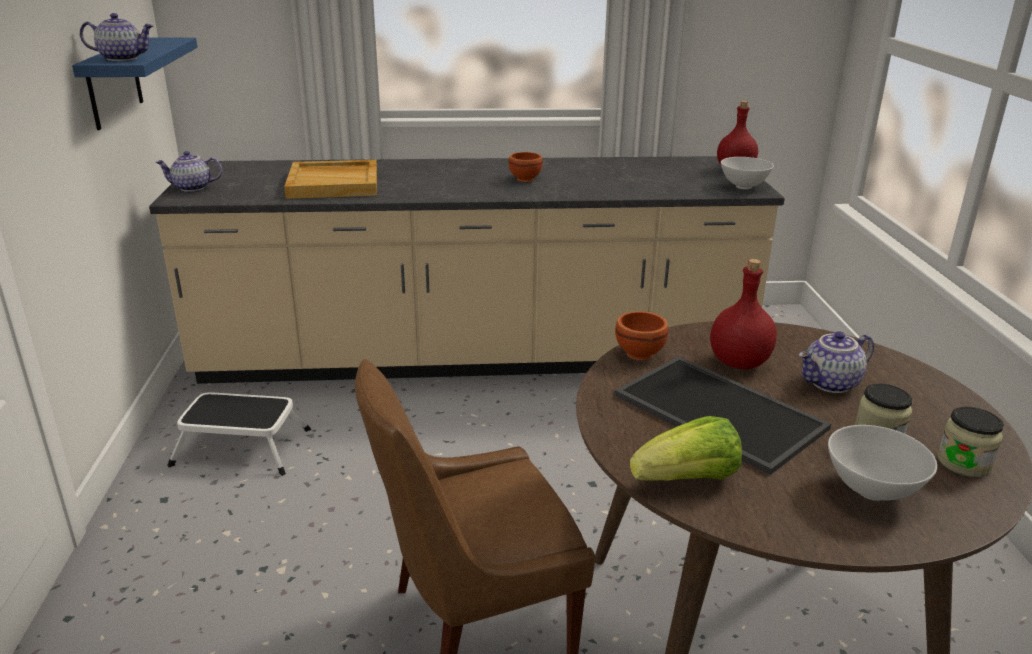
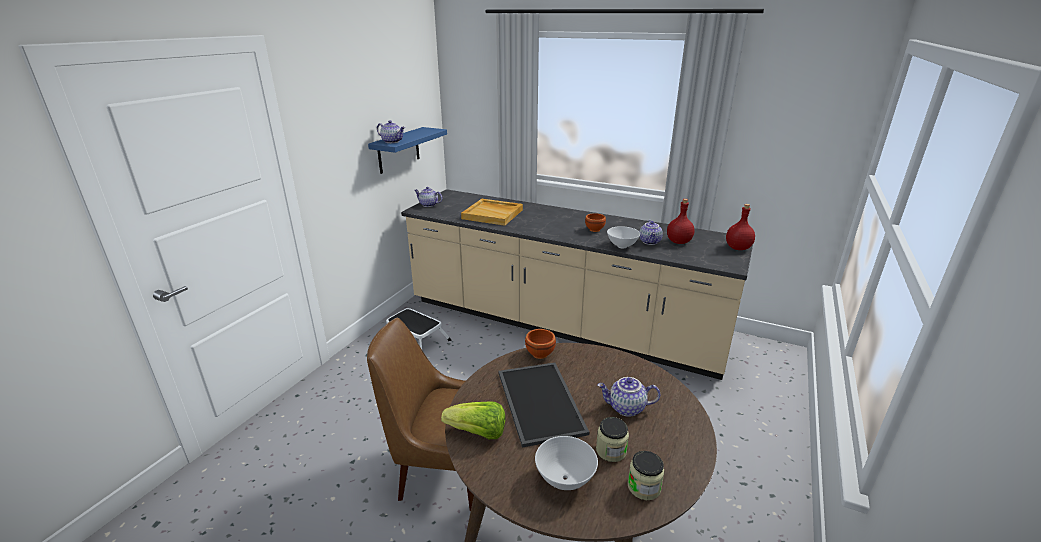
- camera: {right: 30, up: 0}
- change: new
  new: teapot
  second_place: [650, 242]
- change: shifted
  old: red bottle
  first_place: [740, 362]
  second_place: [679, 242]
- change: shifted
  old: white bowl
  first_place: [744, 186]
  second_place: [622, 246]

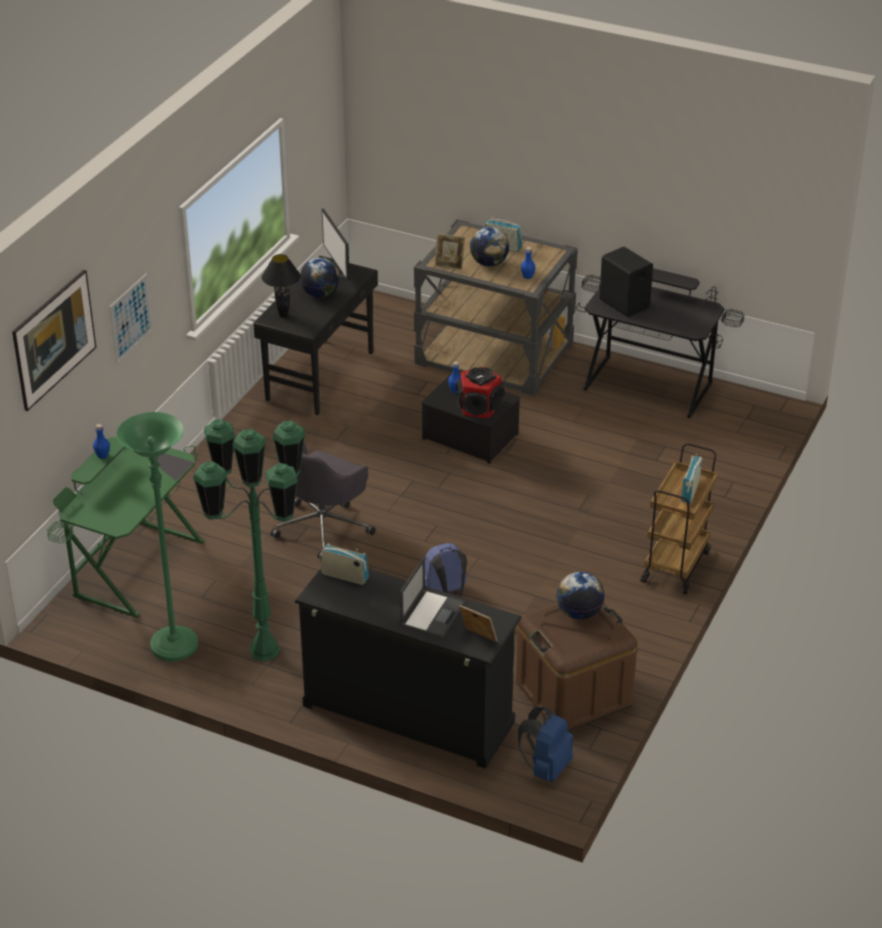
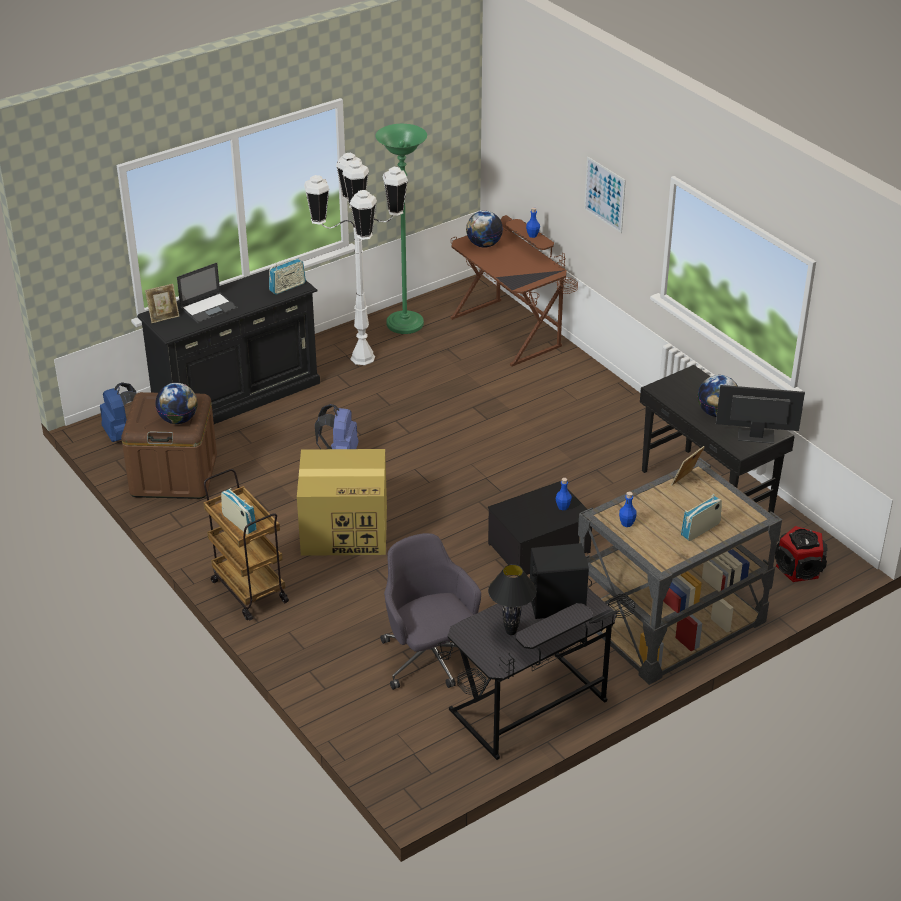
- camera: {right: 120, up: 0}
- change: gone
  old: picture
  first_place: [57, 358]
- change: new
  new: cardboard box
  second_place: [346, 530]
- change: shifted
  old: black table lamp
  first_place: [283, 315]
  second_place: [510, 632]
- change: shifted
  old: grey office chair
  first_place: [324, 527]
  second_place: [430, 659]
- change: shifted
  old: speaker
  first_place: [478, 407]
  second_place: [799, 568]
- change: shifted
  old: globe
  first_place: [489, 263]
  second_place: [484, 244]
- change: repainted
  old: green desk
  new: brown desk
  first_place: [135, 567]
  second_place: [508, 331]
- change: repainted
  old: green floor lamp
  new: white floor lamp
  first_place: [264, 650]
  second_place: [363, 358]
- change: rotated
  old: laptop
  first_place: [432, 614]
  second_place: [209, 308]
  degrees: -90

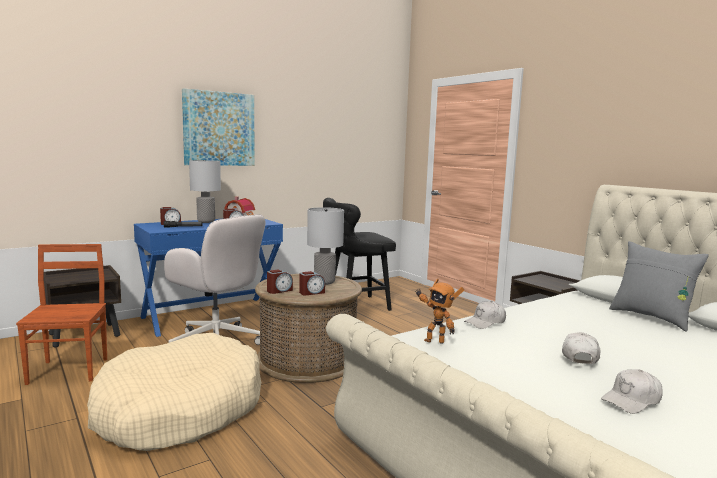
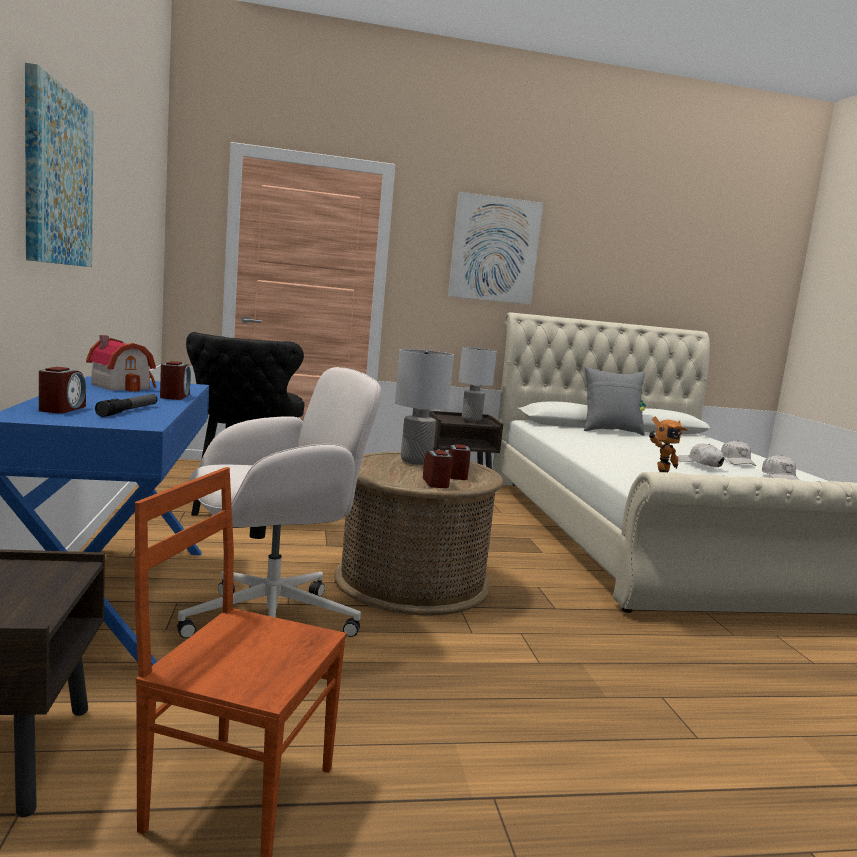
- camera: {right: -65, up: 0}
- change: gone
  old: beige dog bed
  first_place: [180, 409]
- change: new
  new: picture
  second_place: [495, 249]
- change: shifted
  old: grey table lamp
  first_place: [206, 222]
  second_place: [471, 421]
- change: shifted
  old: white cap
  first_place: [485, 322]
  second_place: [737, 461]

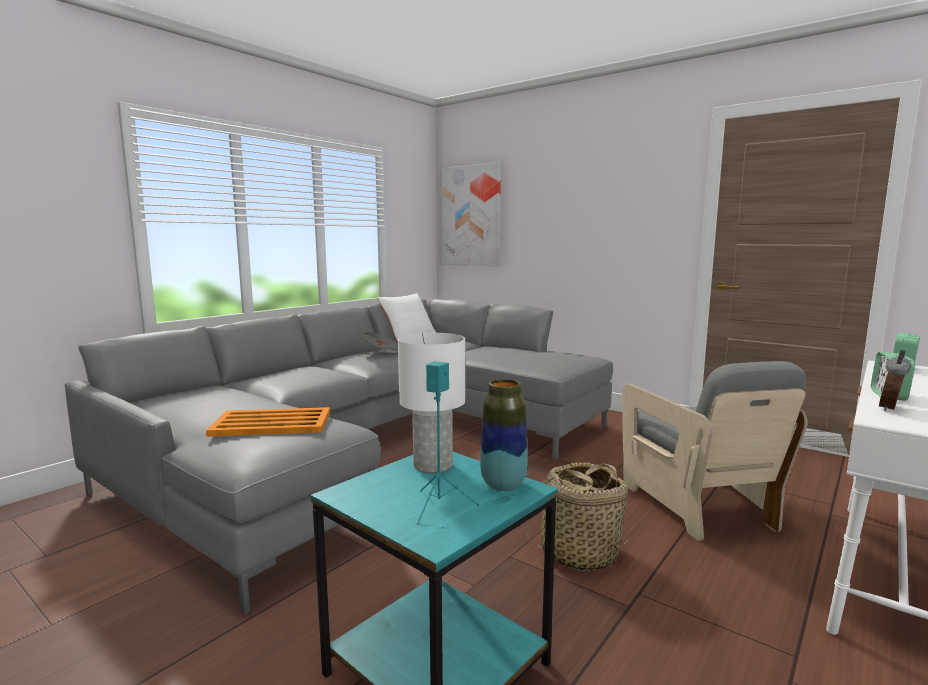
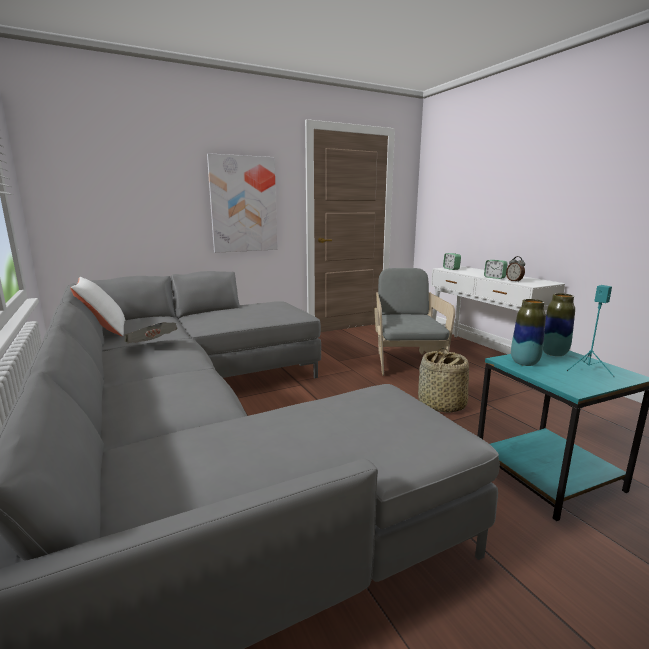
- camera: {right: -65, up: 5}
- change: gone
  old: orange tray
  first_place: [273, 423]
- change: shifted
  old: picture
  first_place: [471, 216]
  second_place: [243, 204]
- change: swapped
  old: white table lamp
  new: vase
  first_place: [434, 465]
  second_place: [524, 363]
- change: rotated
  old: grey armchair
  first_place: [698, 505]
  second_place: [406, 363]
  degrees: -105

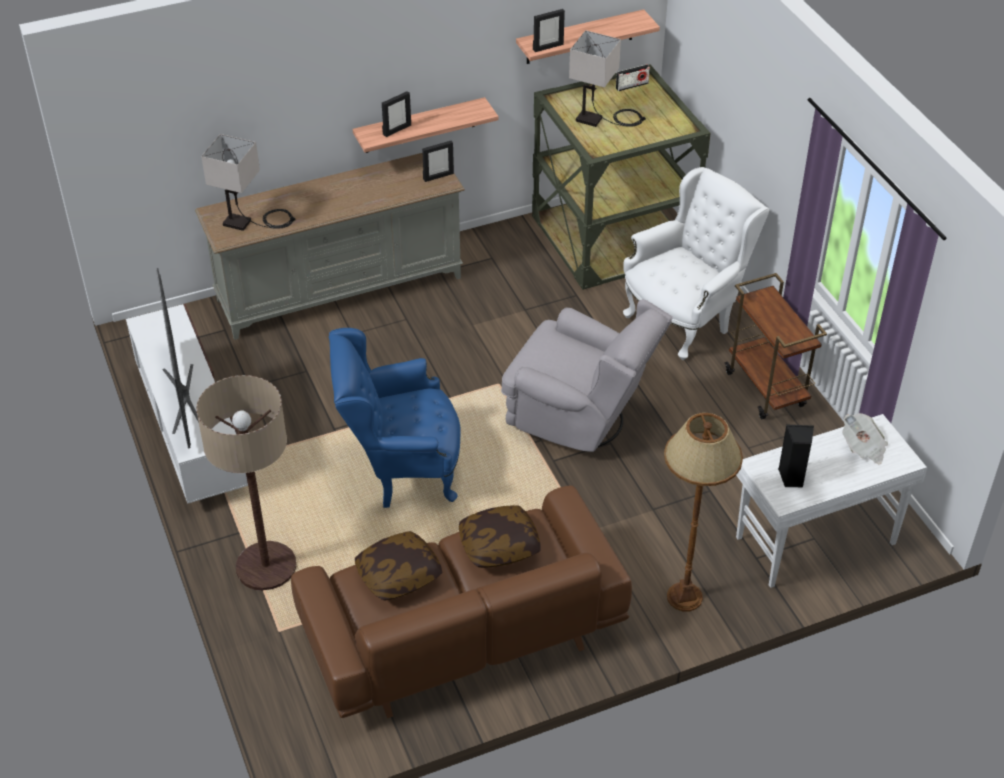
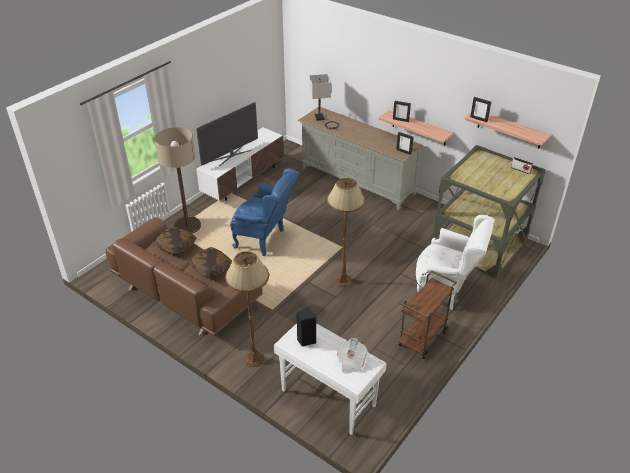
- camera: {right: 60, up: -5}
- change: gone
  old: table lamp
  first_place: [606, 120]
- change: swapped
  old: grey armchair
  new: brown floor lamp
  first_place: [581, 418]
  second_place: [342, 281]
- change: rotated
  old: blue armchair
  first_place: [402, 472]
  second_place: [264, 240]
  degrees: 150

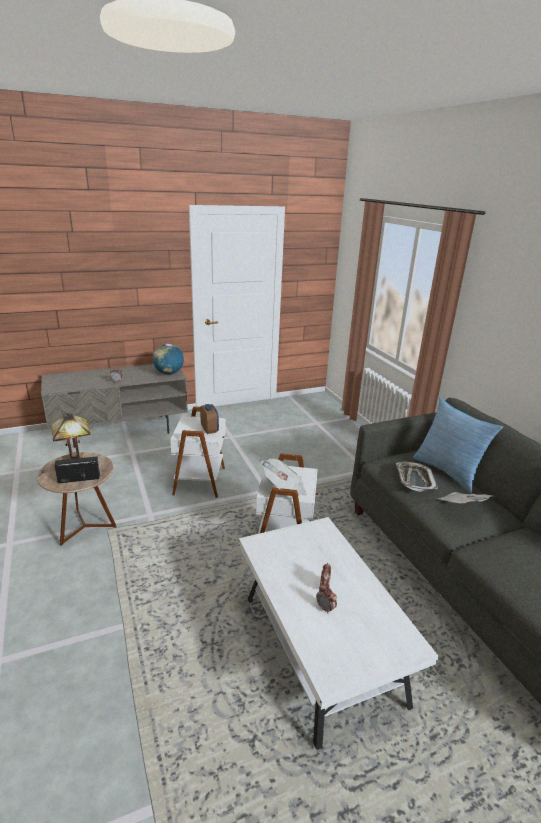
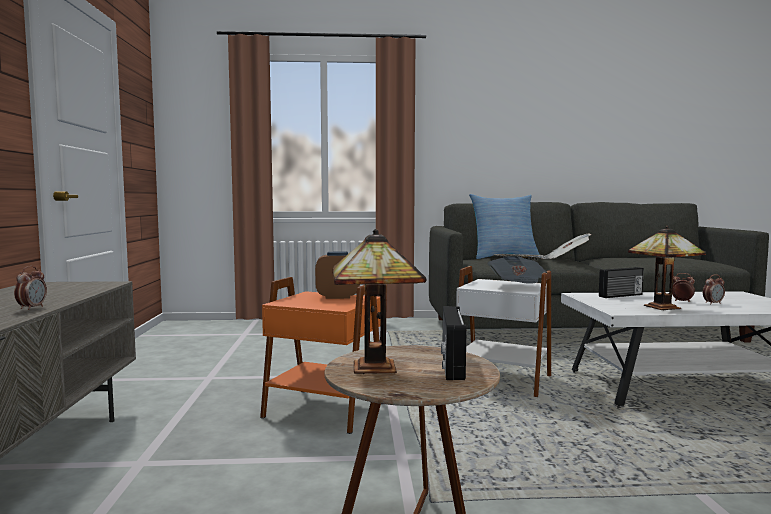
- camera: {right: -70, up: -20}
- change: gone
  old: globe
  first_place: [169, 373]
- change: new
  new: radio
  second_place: [621, 295]
- change: new
  new: table lamp
  second_place: [665, 308]
- change: repainted
  old: white side table
  new: orange side table
  first_place: [201, 481]
  second_place: [325, 409]

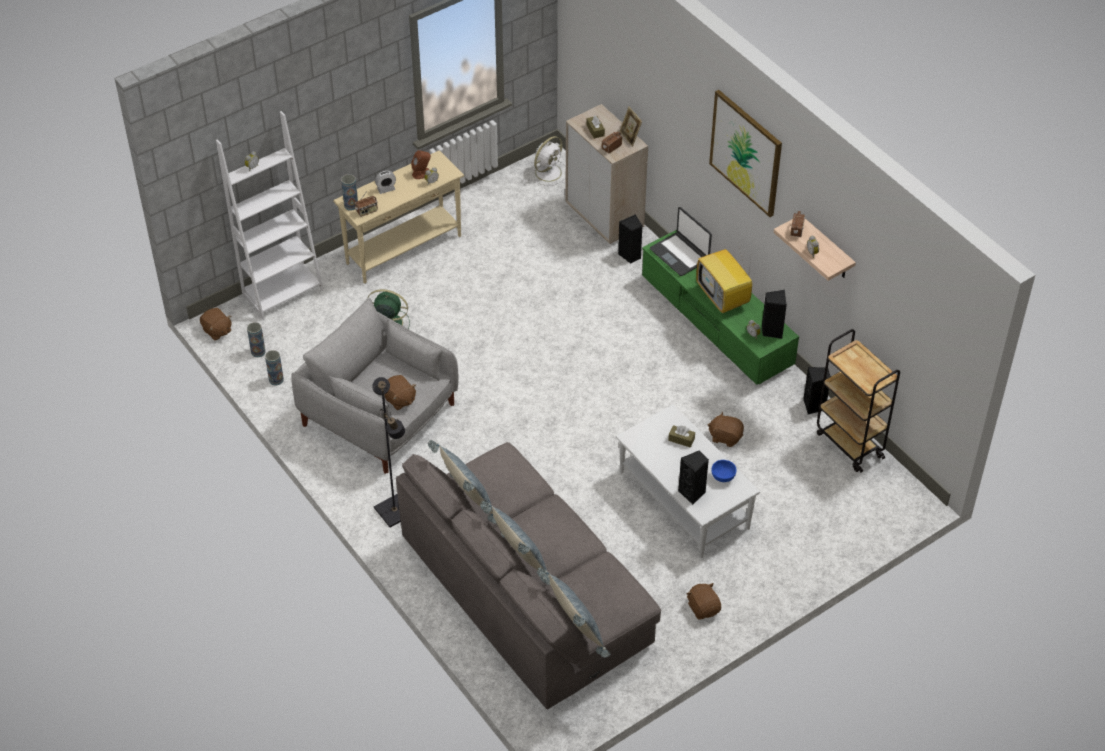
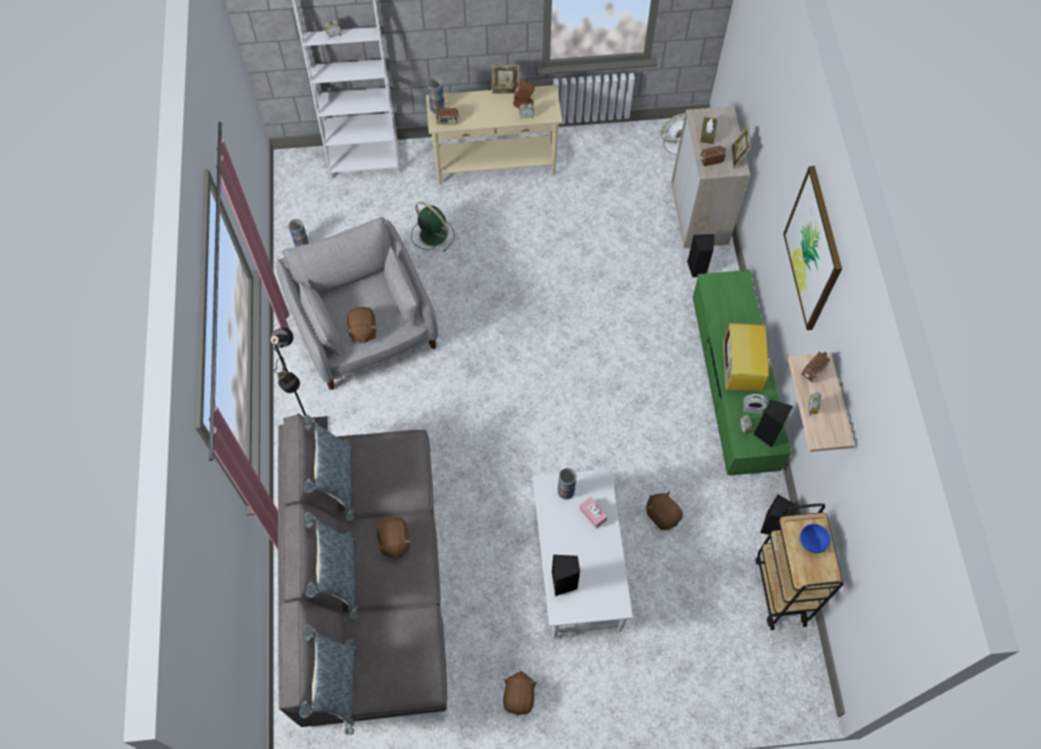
- camera: {right: 30, up: 15}
- change: gone
  old: laptop
  first_place: [680, 254]
- change: new
  new: picture frame
  second_place: [505, 89]
- change: shifted
  old: brown plush toy
  first_place: [217, 331]
  second_place: [394, 541]
- change: shifted
  old: vase
  first_place: [258, 352]
  second_place: [566, 491]
- change: shifted
  old: alarm clock
  first_place: [386, 189]
  second_place: [752, 408]
- change: shifted
  old: blue bowl
  first_place: [722, 477]
  second_place: [811, 542]
- change: repainted
  old: brown tissue box
  new: pink tissue box
  first_place: [681, 439]
  second_place: [593, 514]

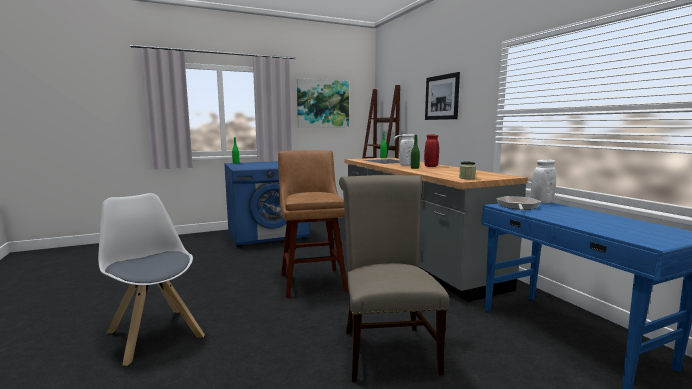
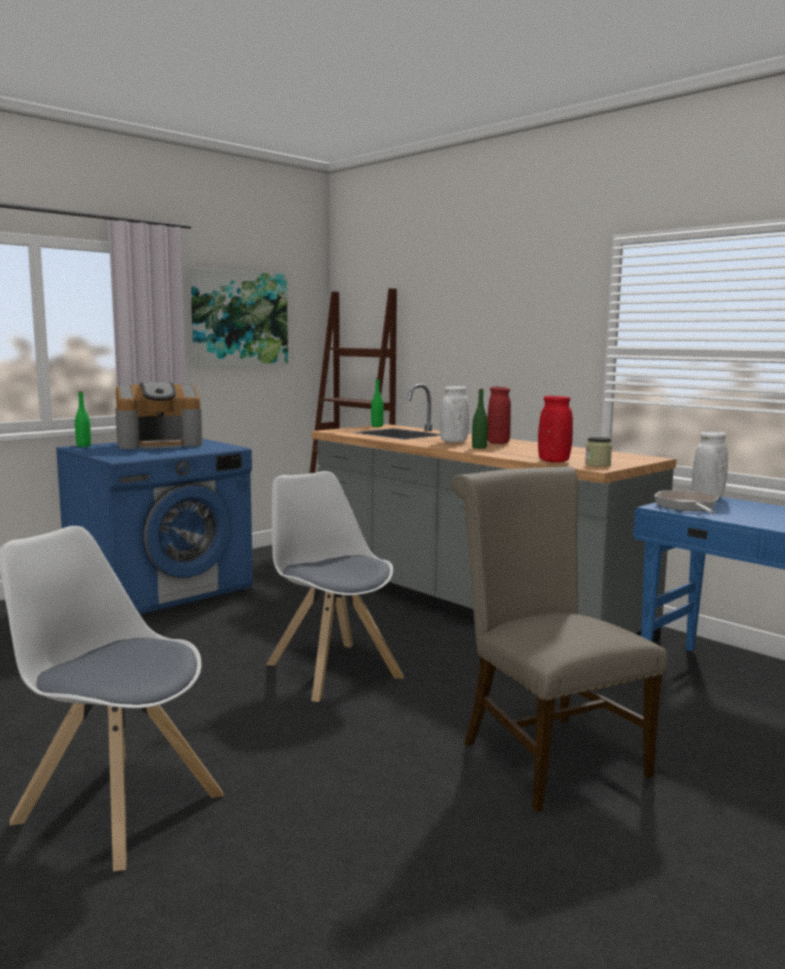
- camera: {right: -20, up: 0}
- change: gone
  old: picture
  first_place: [441, 97]
- change: new
  new: coffee machine
  second_place: [160, 444]
- change: new
  new: red vase
  second_place: [554, 461]
- change: swapped
  old: brown stool
  new: chair
  first_place: [312, 281]
  second_place: [332, 669]

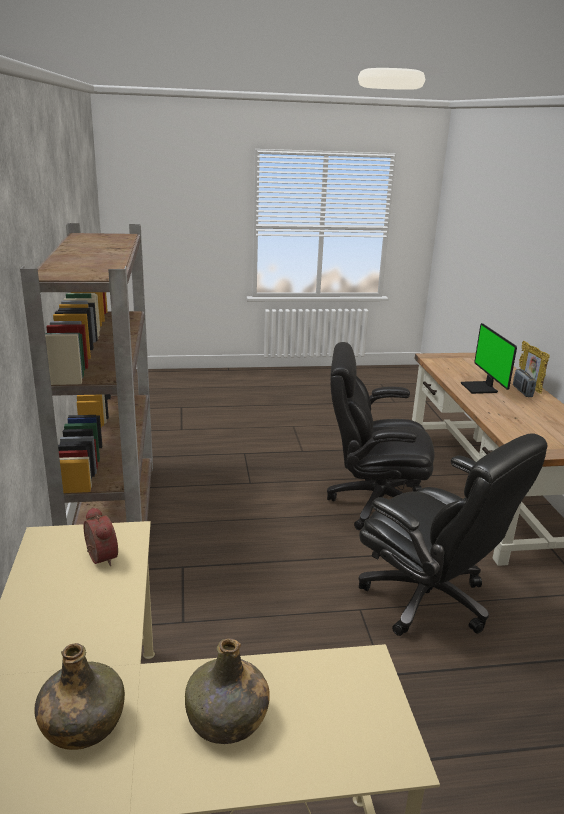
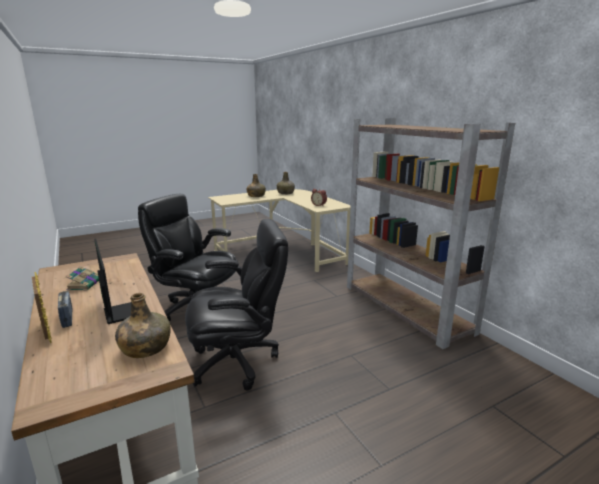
- camera: {right: 160, up: -5}
- change: new
  new: book
  second_place: [85, 284]
- change: new
  new: green bottle
  second_place: [145, 348]

